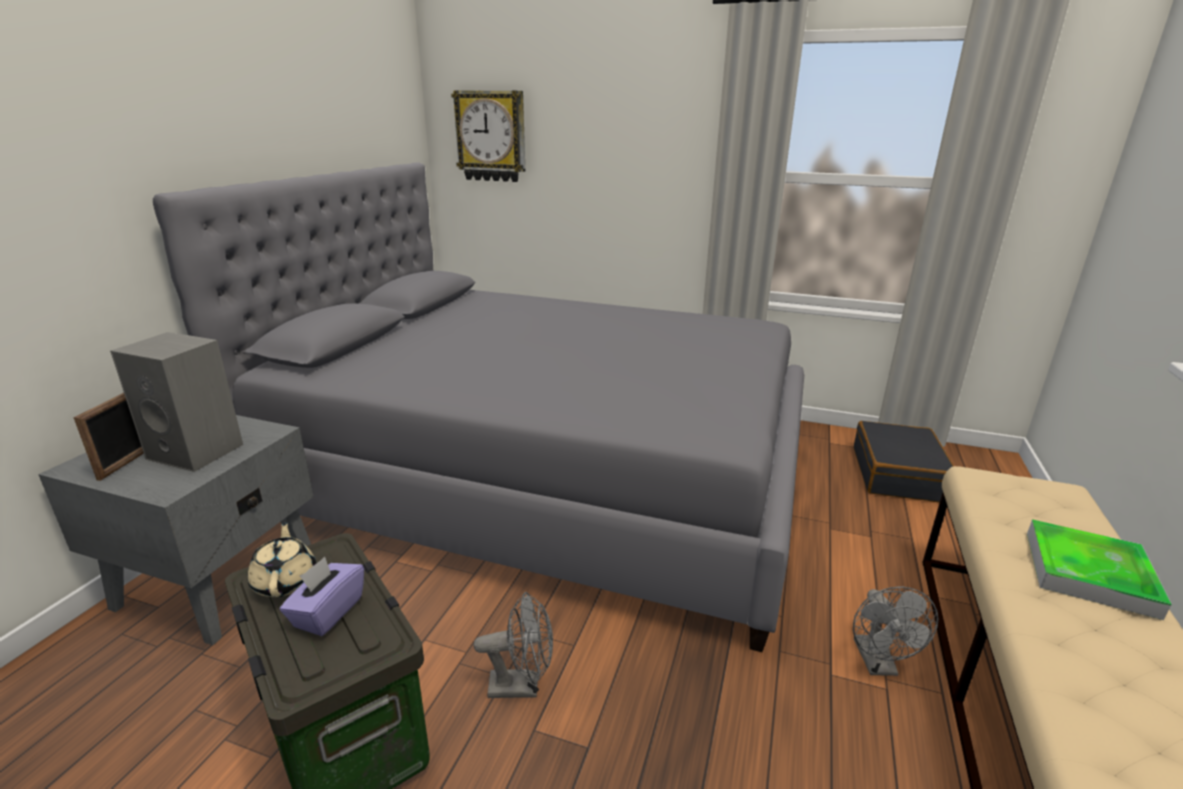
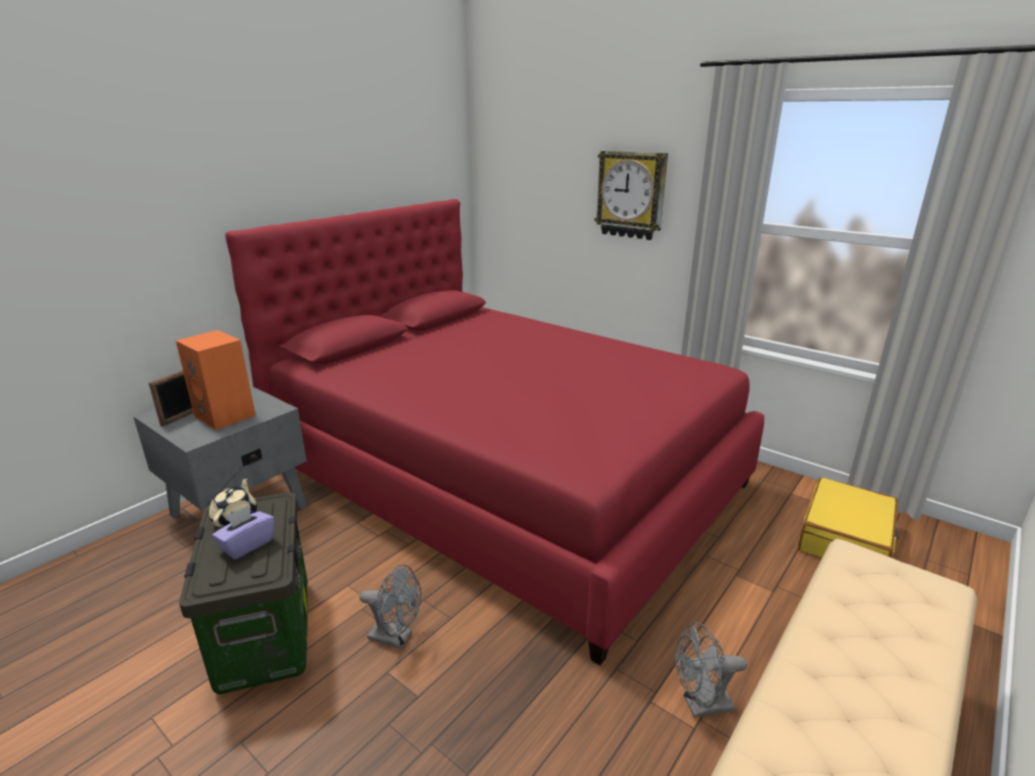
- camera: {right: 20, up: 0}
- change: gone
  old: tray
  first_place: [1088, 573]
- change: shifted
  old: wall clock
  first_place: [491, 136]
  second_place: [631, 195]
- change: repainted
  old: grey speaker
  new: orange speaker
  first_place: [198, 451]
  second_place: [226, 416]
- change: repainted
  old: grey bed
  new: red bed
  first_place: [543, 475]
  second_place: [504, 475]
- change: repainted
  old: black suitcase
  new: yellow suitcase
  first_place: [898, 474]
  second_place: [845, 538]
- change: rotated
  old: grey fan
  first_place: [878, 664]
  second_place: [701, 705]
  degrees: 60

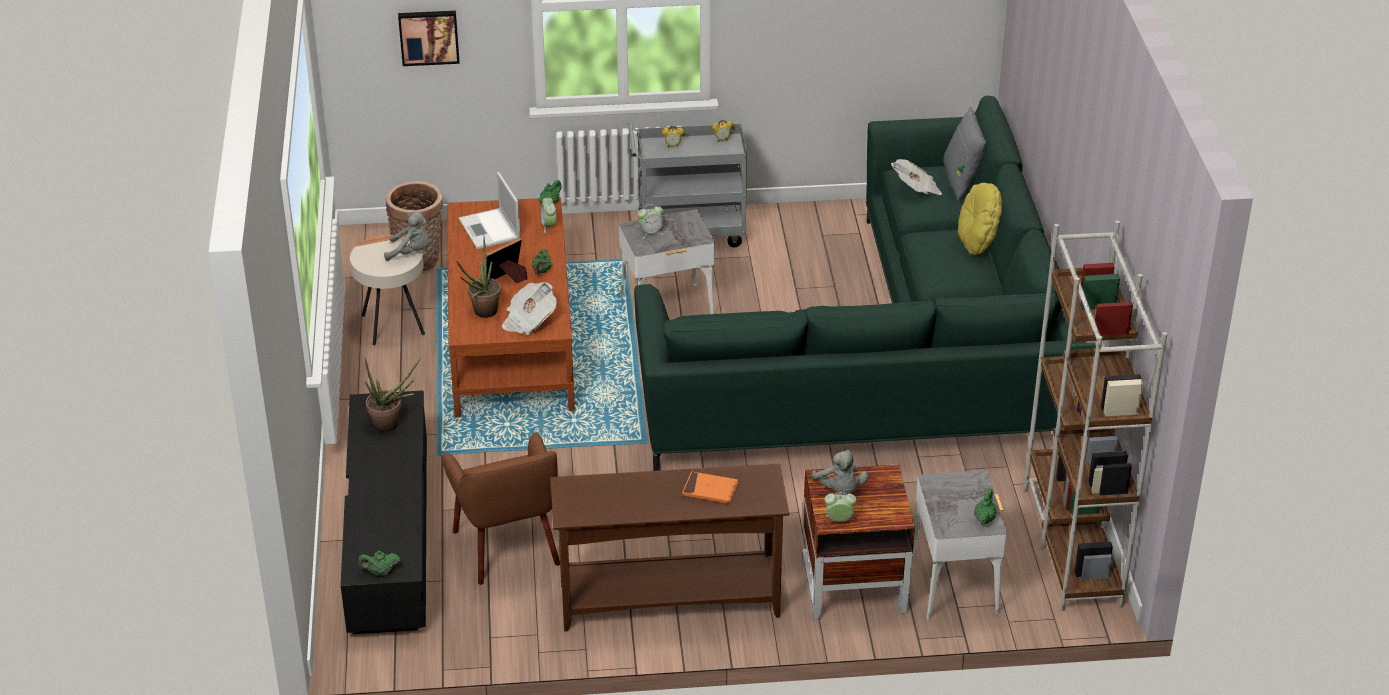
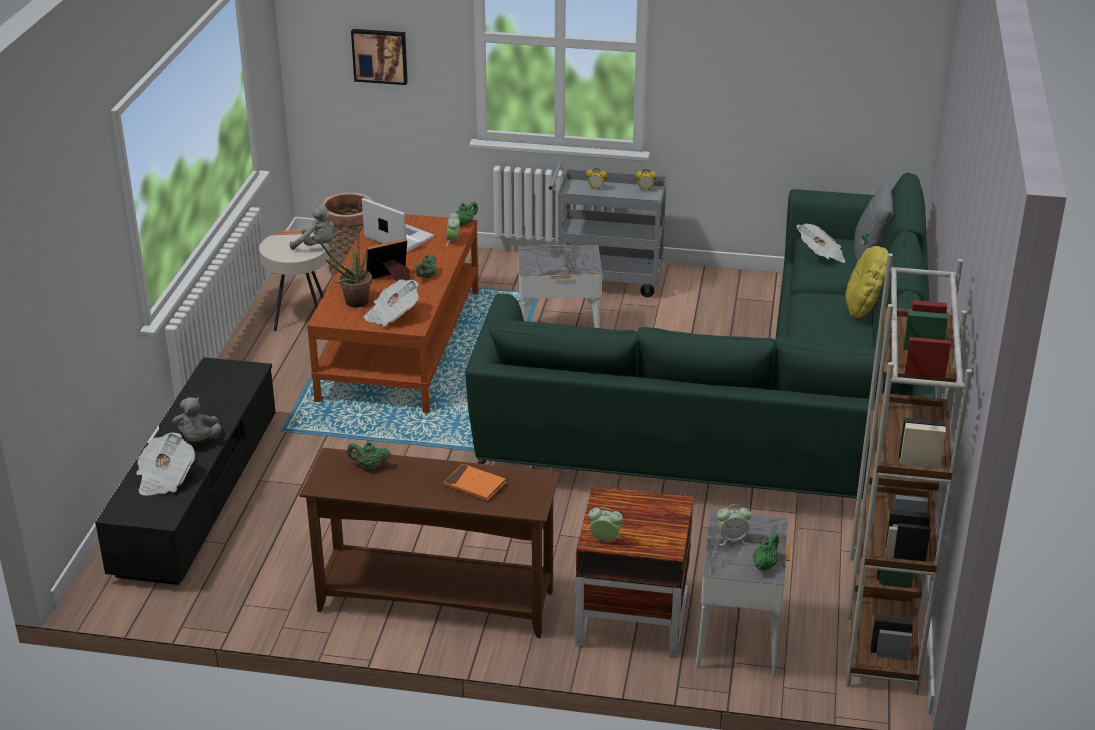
- camera: {right: 15, up: -5}
- change: gone
  old: potted plant
  first_place: [391, 425]
- change: gone
  old: brown armchair
  first_place: [508, 548]
- change: new
  new: newspaper
  second_place: [164, 479]
- change: shifted
  old: green teapot
  first_place: [380, 572]
  second_place: [369, 466]
- change: shifted
  old: alarm clock
  first_place: [651, 233]
  second_place: [732, 539]
- change: shifted
  old: grey plush toy
  first_place: [840, 490]
  second_place: [198, 439]
- change: rotated
  old: laptop
  first_place: [490, 230]
  second_place: [398, 237]
  degrees: 135

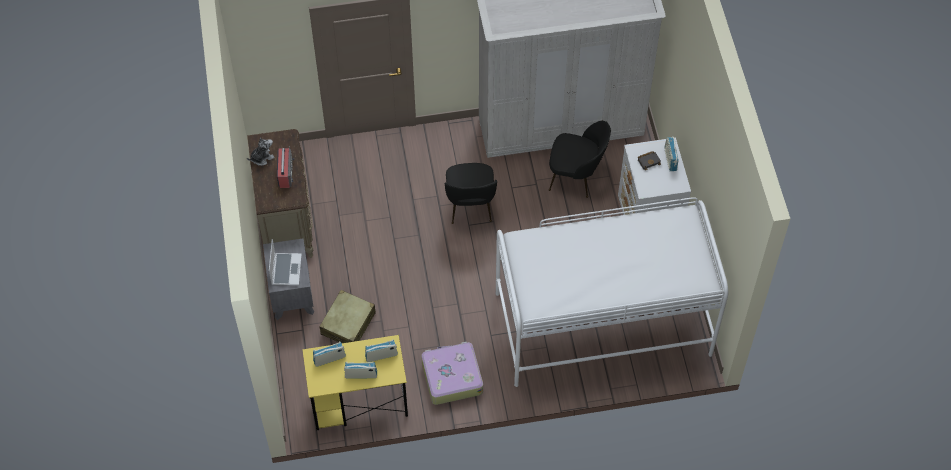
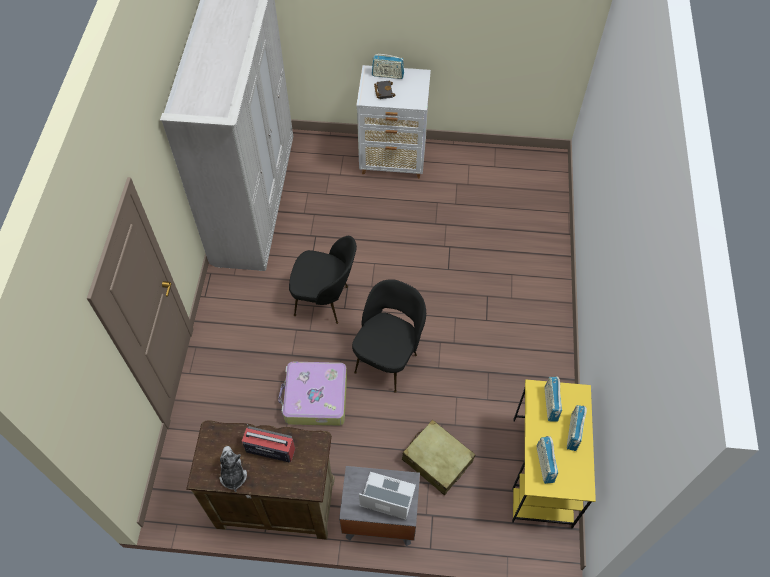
- camera: {right: -75, up: 0}
- change: gone
  old: white bed
  first_place: [599, 322]
- change: shifted
  old: suitcase
  first_place: [451, 377]
  second_place: [315, 398]
- change: shifted
  old: black chair
  first_place: [576, 179]
  second_place: [388, 359]

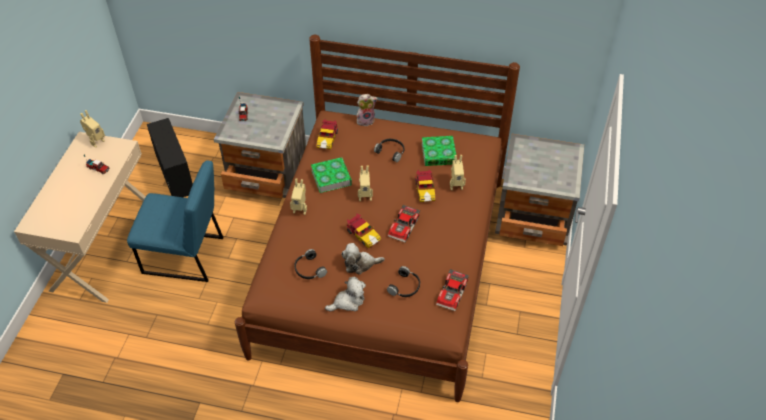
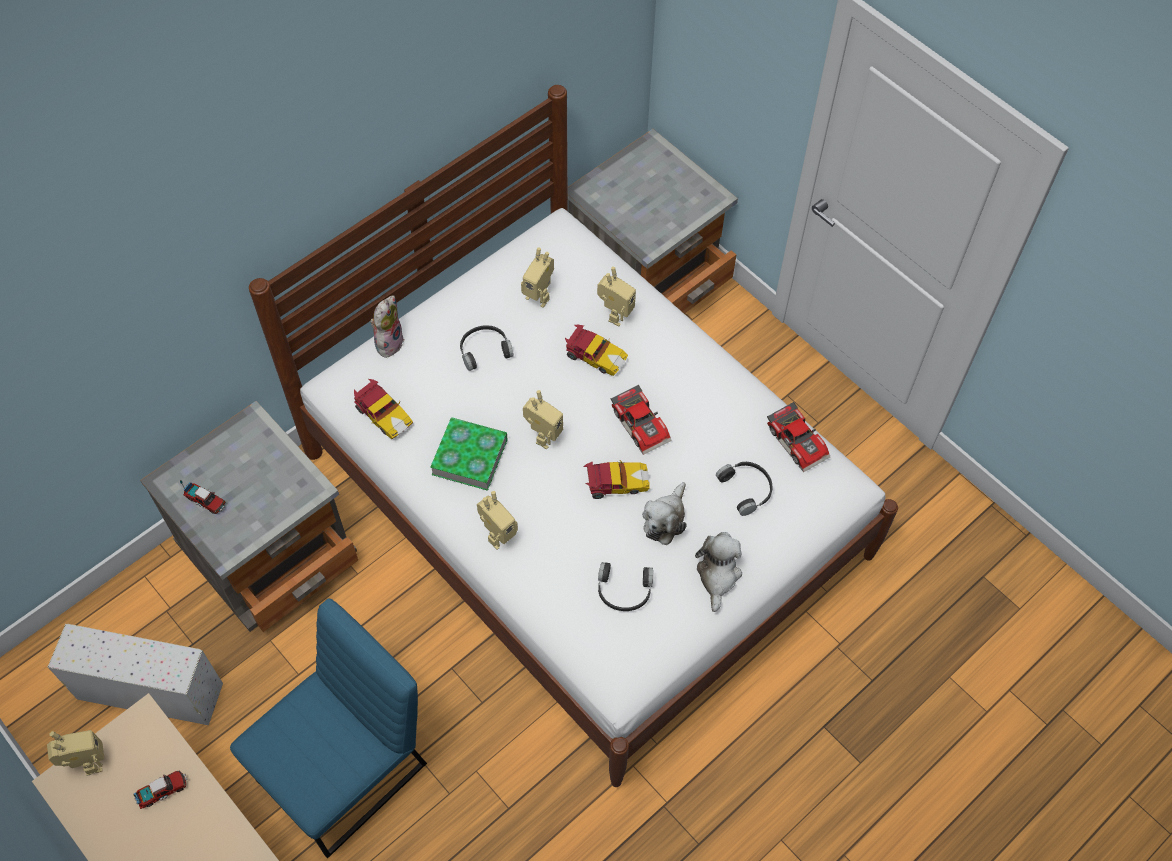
- camera: {right: -55, up: 10}
- change: swapped
  old: book
  new: toy robot
  first_place: [438, 153]
  second_place: [539, 296]
- change: repainted
  old: black storage box
  new: white storage box
  first_place: [174, 173]
  second_place: [148, 690]
- change: repainted
  old: brown bed
  new: white bed
  first_place: [382, 264]
  second_place: [585, 504]

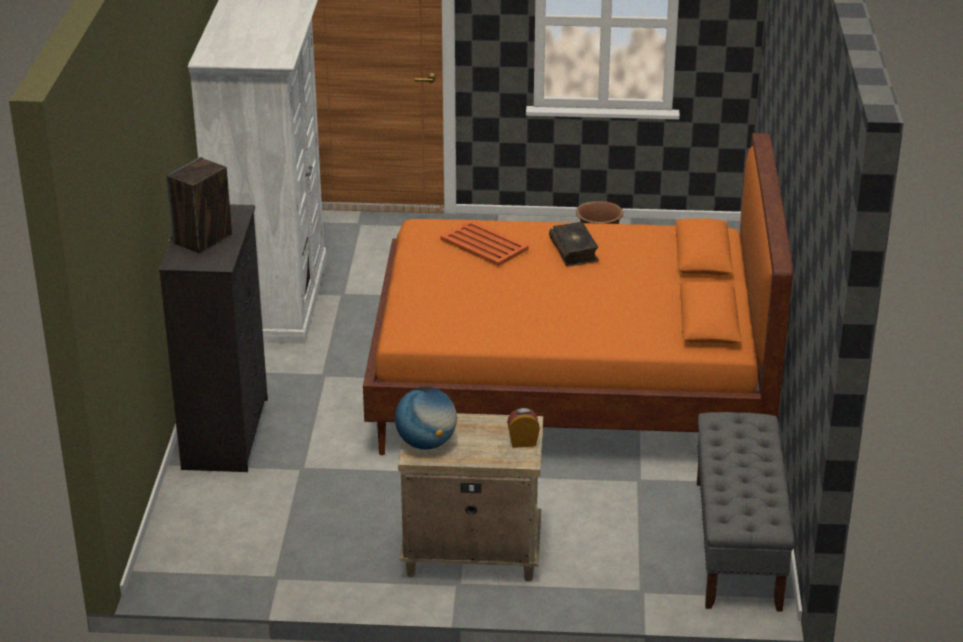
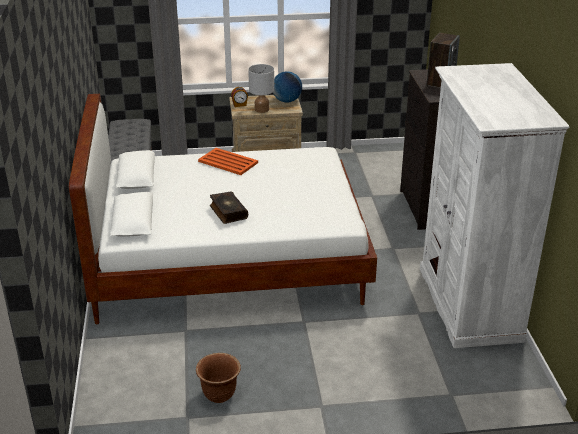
- camera: {right: 170, up: 0}
- change: new
  new: grey table lamp
  second_place: [262, 109]
- change: shifted
  old: orange tray
  first_place: [483, 244]
  second_place: [228, 162]
- change: repainted
  old: orange bed
  new: white bed
  first_place: [570, 384]
  second_place: [228, 258]

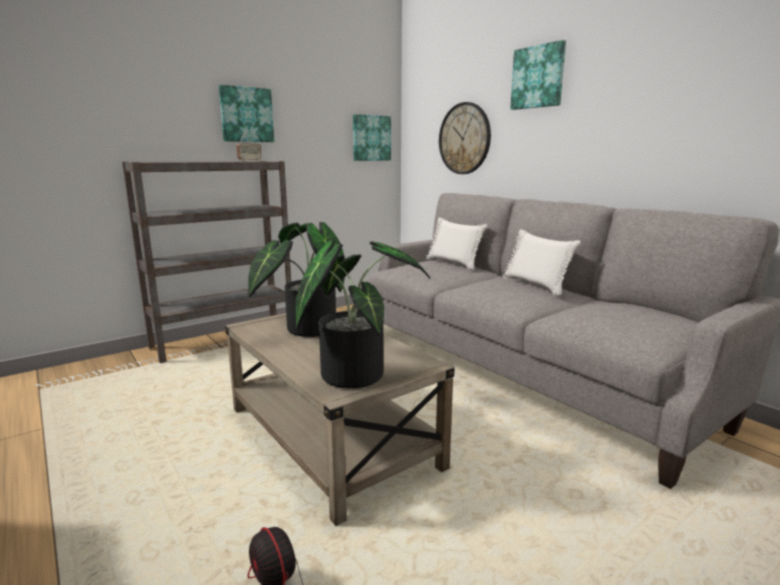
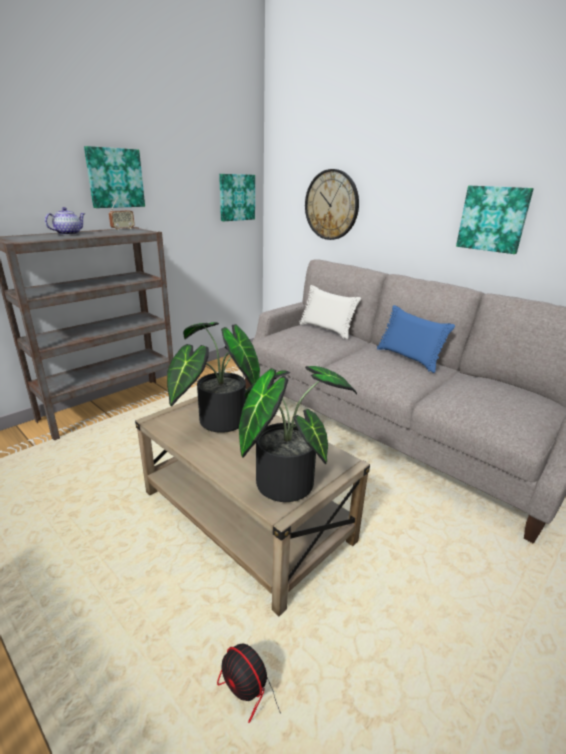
- camera: {right: -10, up: 10}
- change: new
  new: teapot
  second_place: [69, 234]
- change: shifted
  old: picture
  first_place: [538, 77]
  second_place: [493, 219]
- change: repainted
  old: white pillow
  new: blue pillow
  first_place: [536, 286]
  second_place: [408, 359]

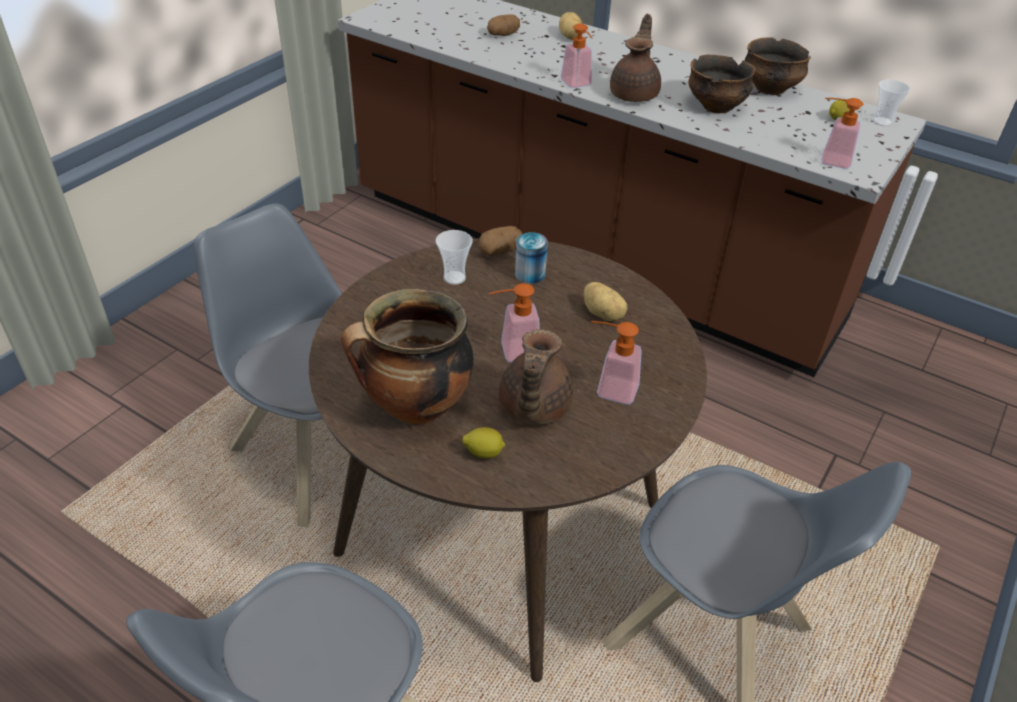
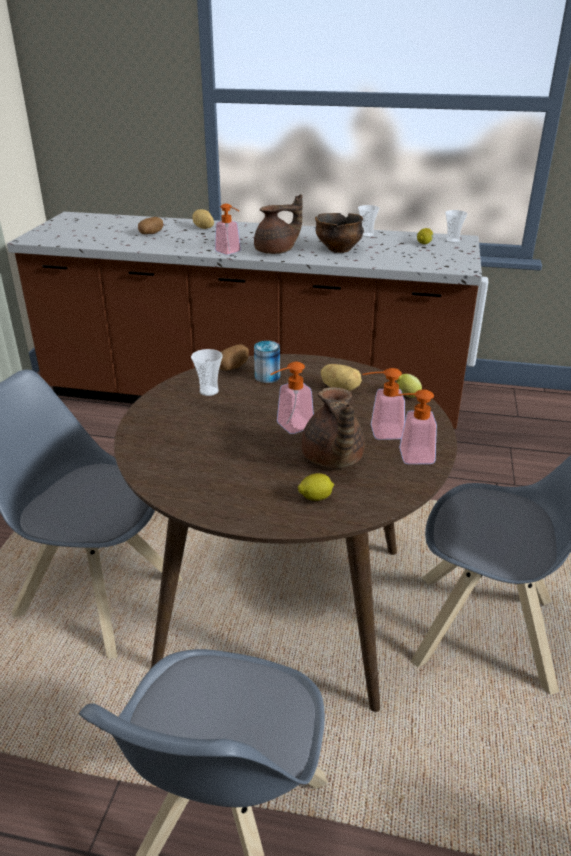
- camera: {right: -20, up: -10}
- change: gone
  old: cooking pot
  first_place: [415, 408]
- change: new
  new: lemon
  second_place: [407, 396]
- change: shifted
  old: soap dispenser
  first_place: [829, 160]
  second_place: [409, 456]
- change: swapped
  old: bowl
  new: cup
  first_place: [770, 88]
  second_place: [367, 235]
- change: rotated
  old: brown teapot
  first_place: [635, 94]
  second_place: [276, 251]
  degrees: 75

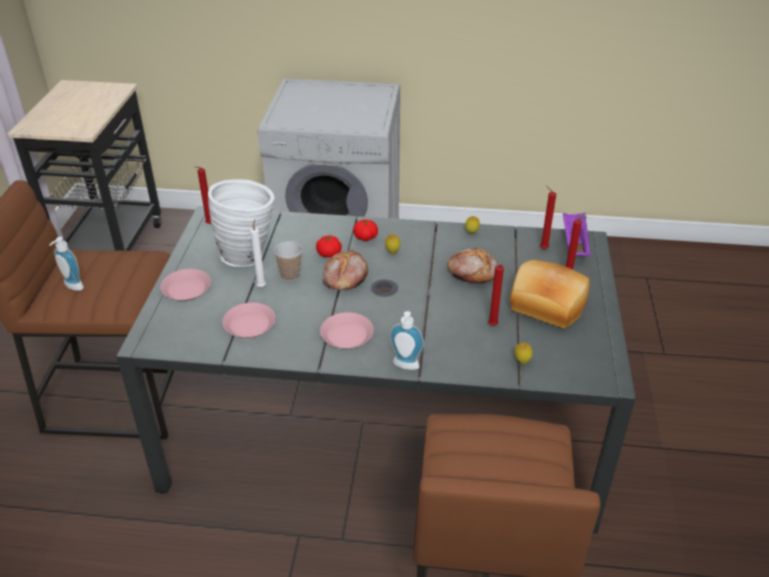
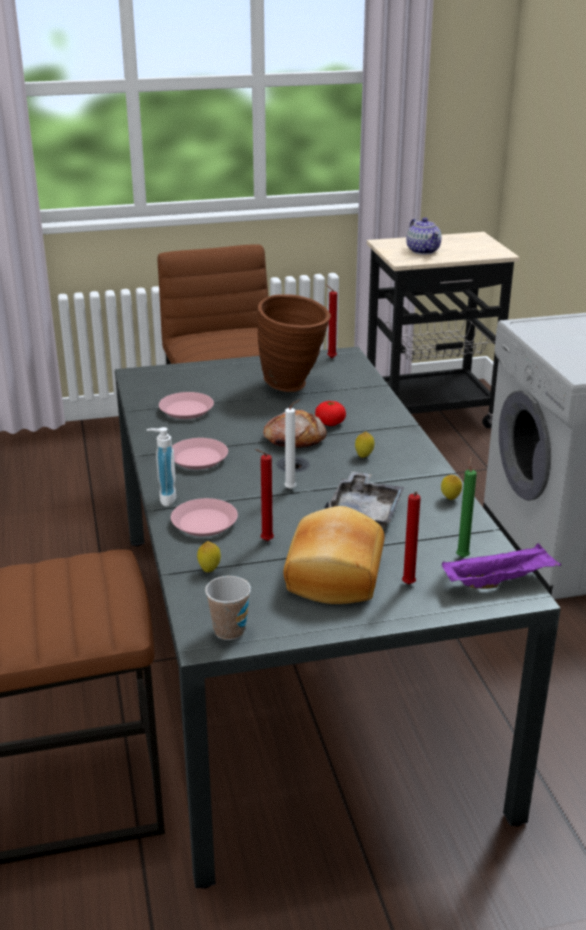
- camera: {right: 70, up: -10}
- change: gone
  old: soap dispenser
  first_place: [72, 287]
- change: gone
  old: tomato
  first_place: [365, 237]
- change: new
  new: teapot
  second_place: [423, 251]
- change: shifted
  old: pink plate
  first_place: [186, 289]
  second_place: [204, 522]
- change: shifted
  old: white candle
  first_place: [261, 286]
  second_place: [292, 489]
- change: shifted
  old: cup
  first_place: [290, 275]
  second_place: [229, 631]
- change: swapped
  old: bread
  new: grey tray
  first_place: [472, 272]
  second_place: [364, 512]
- change: repainted
  old: white vase
  new: brown vase
  first_place: [249, 255]
  second_place: [294, 386]
- change: repainted
  old: red candle
  new: green candle
  first_place: [542, 248]
  second_place: [462, 556]

